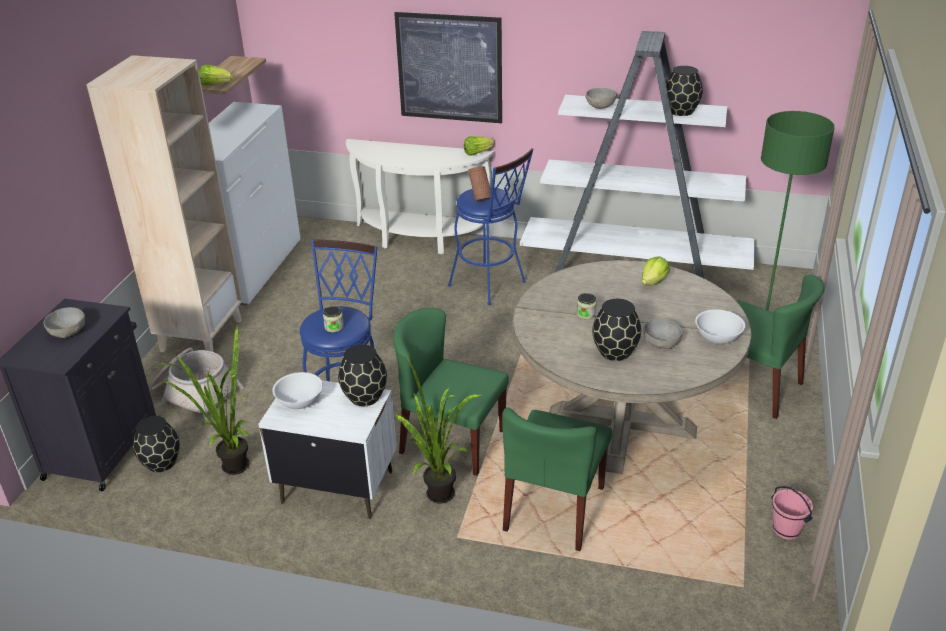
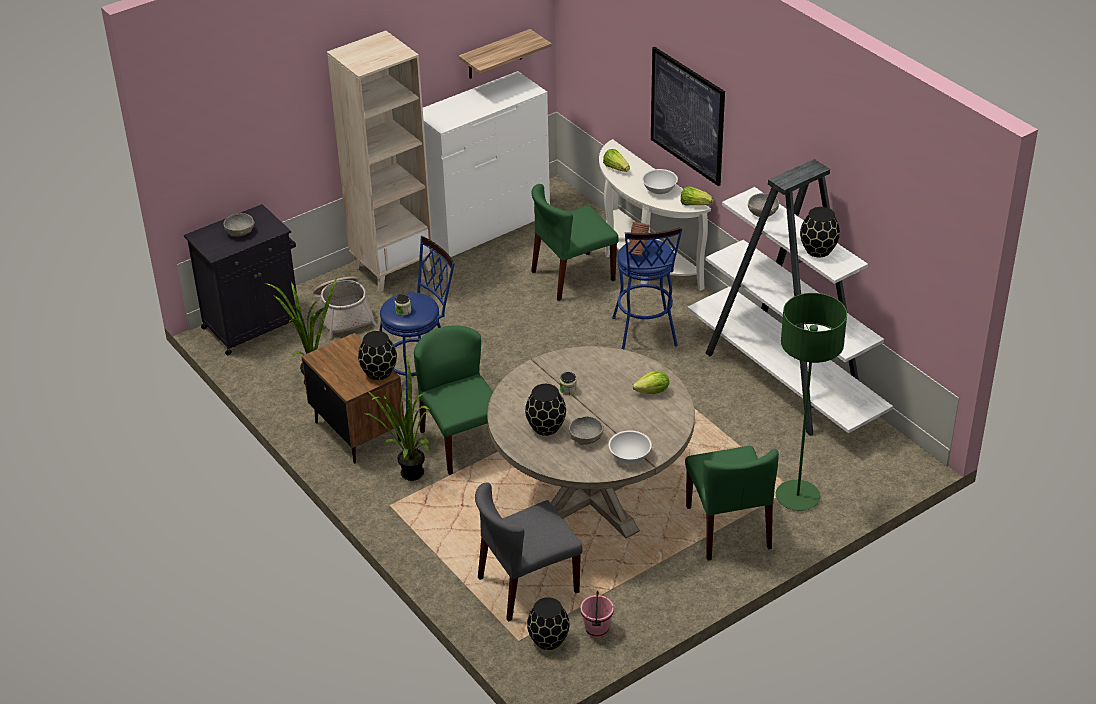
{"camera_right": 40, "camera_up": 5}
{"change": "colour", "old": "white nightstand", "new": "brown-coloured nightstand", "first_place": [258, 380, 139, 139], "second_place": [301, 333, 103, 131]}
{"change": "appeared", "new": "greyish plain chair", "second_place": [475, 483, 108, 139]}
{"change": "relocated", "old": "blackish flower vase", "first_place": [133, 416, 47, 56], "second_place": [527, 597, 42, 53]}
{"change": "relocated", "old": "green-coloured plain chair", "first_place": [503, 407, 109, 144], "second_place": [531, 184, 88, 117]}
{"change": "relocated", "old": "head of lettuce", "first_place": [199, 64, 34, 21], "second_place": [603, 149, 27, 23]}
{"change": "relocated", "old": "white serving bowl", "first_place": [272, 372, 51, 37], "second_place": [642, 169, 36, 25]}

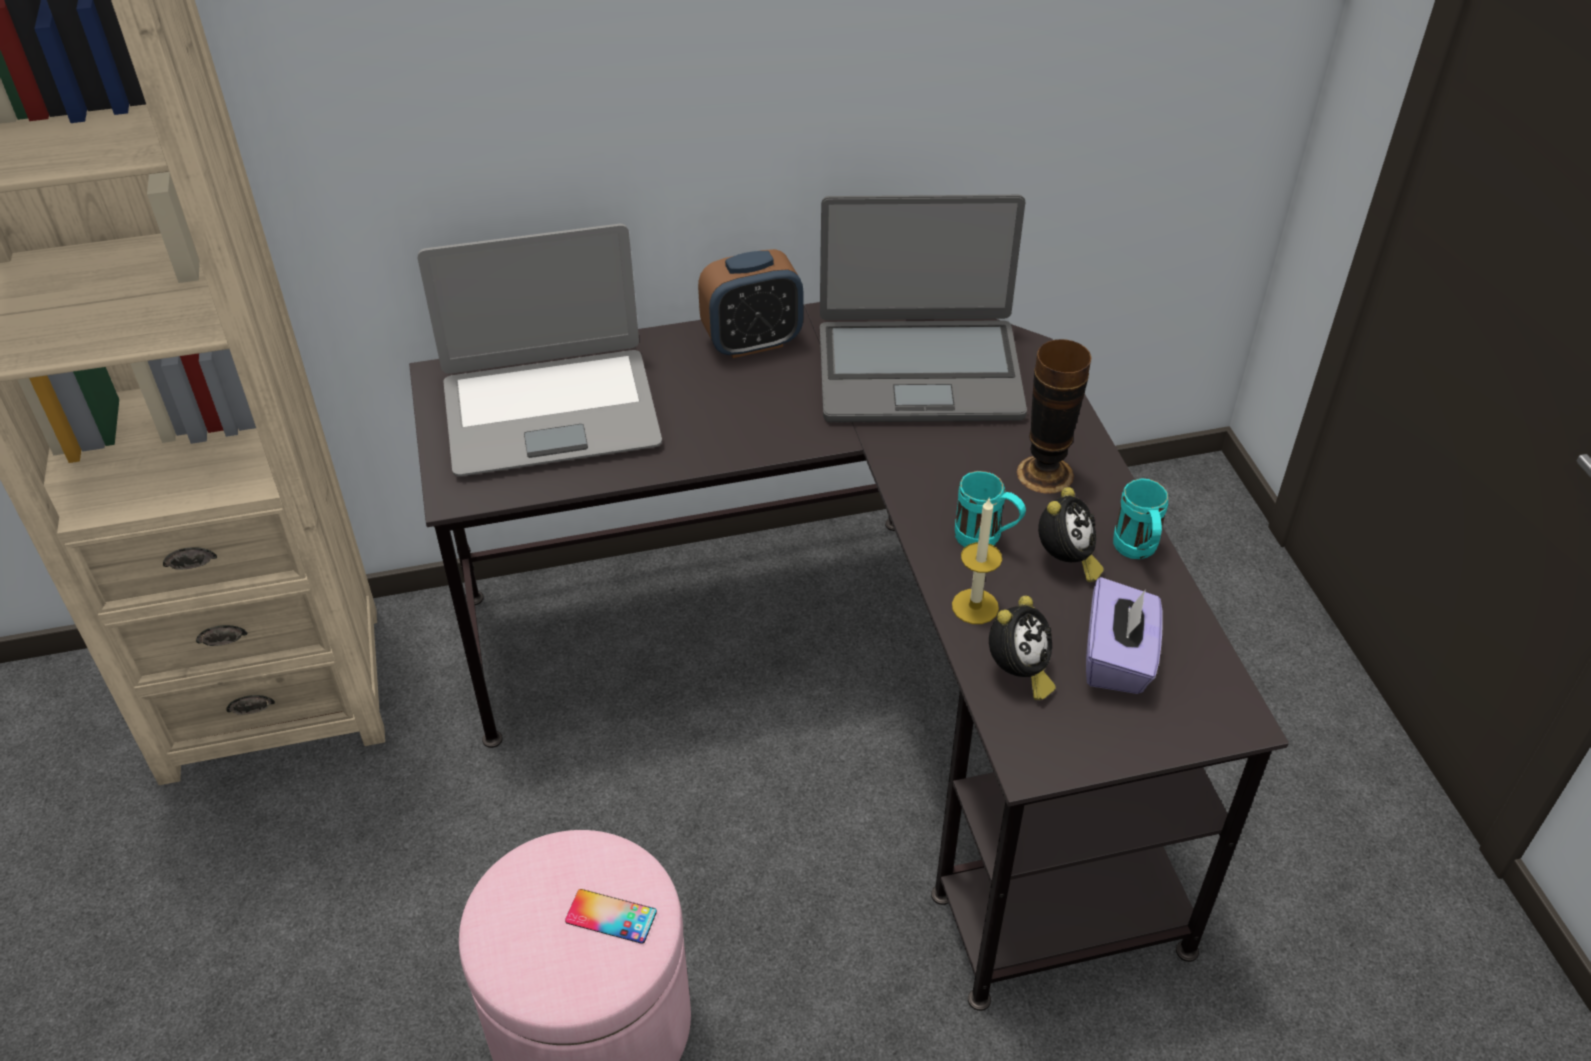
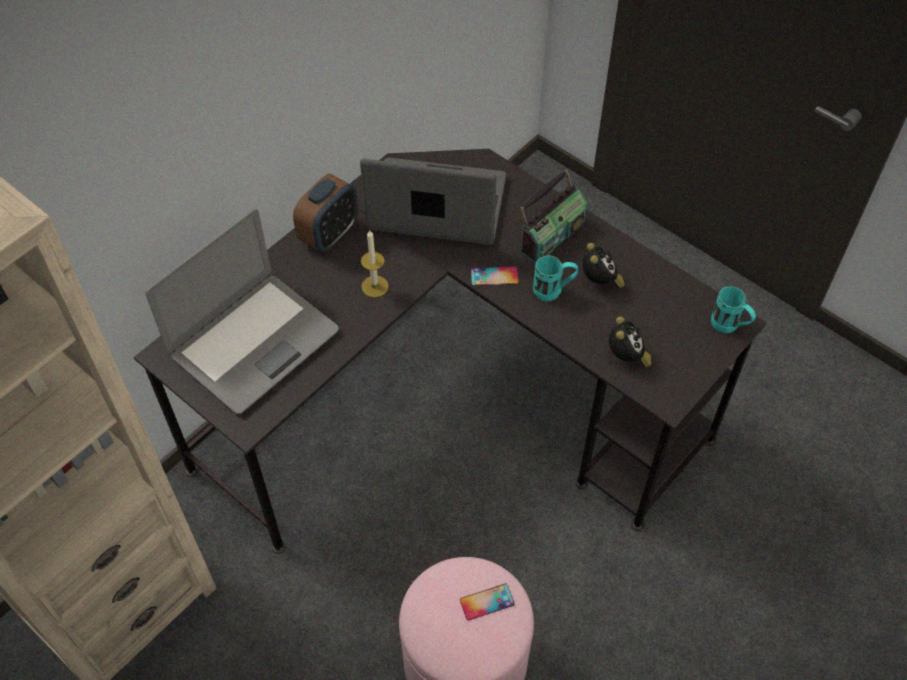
{"camera_right": -35, "camera_up": 10}
{"change": "spun", "old": "portable computer", "first_place": [820, 195, 207, 228], "second_place": [360, 158, 146, 87], "degrees": -135}
{"change": "relocated", "old": "wax candle", "first_place": [952, 499, 50, 125], "second_place": [361, 230, 28, 68]}
{"change": "appeared", "new": "handset", "second_place": [471, 266, 48, 20]}
{"change": "exchanged", "old": "flower vase", "new": "radio set", "first_place": [1017, 339, 74, 155], "second_place": [519, 169, 68, 94]}
{"change": "relocated", "old": "turquoise-coloured coffee mug", "first_place": [1113, 478, 55, 81], "second_place": [711, 286, 45, 47]}
{"change": "missing", "old": "purple-coloured tissue box", "first_place": [1086, 577, 77, 117]}

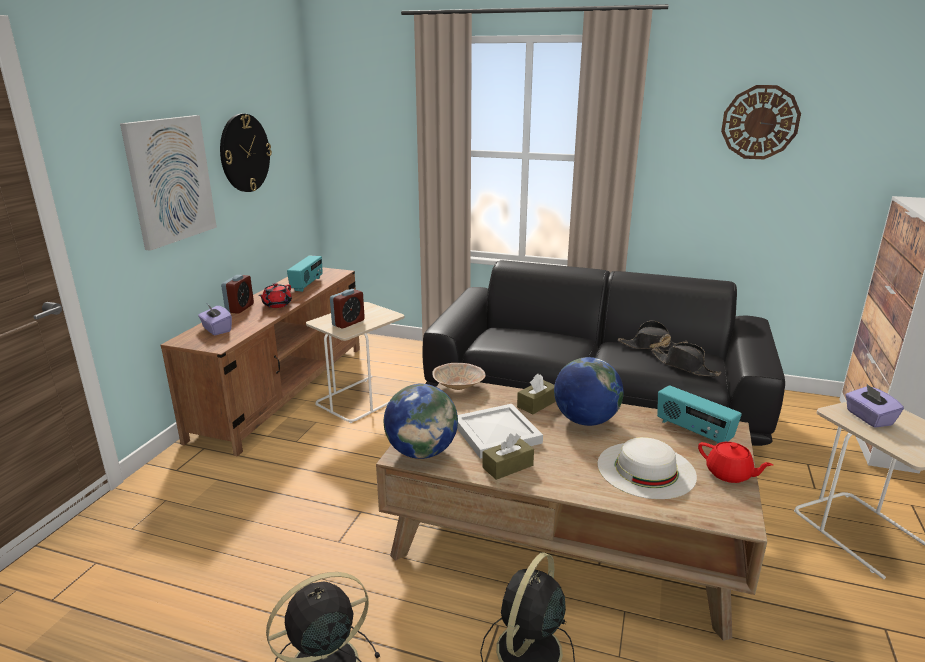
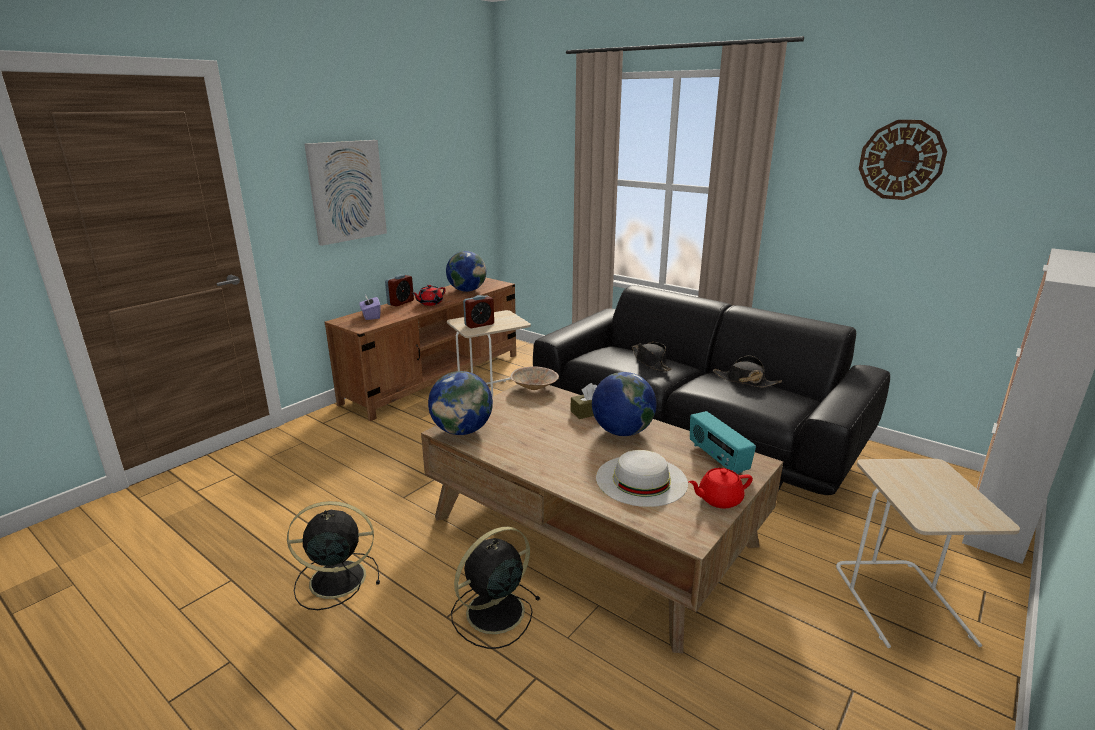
{"camera_right": 20, "camera_up": 0}
{"change": "exchanged", "old": "radio set", "new": "desk globe", "first_place": [287, 256, 36, 36], "second_place": [446, 251, 40, 41]}
{"change": "relocated", "old": "blackish clothing hat", "first_place": [651, 342, 70, 35], "second_place": [632, 342, 39, 29]}
{"change": "spun", "old": "red-coloured teapot", "first_place": [698, 442, 75, 41], "second_place": [688, 468, 65, 41], "degrees": 105}
{"change": "missing", "old": "hanging clock", "first_place": [220, 114, 52, 78]}
{"change": "missing", "old": "white carrying tray", "first_place": [457, 404, 86, 55]}
{"change": "missing", "old": "brown-coloured tissue box", "first_place": [482, 434, 52, 46]}
{"change": "missing", "old": "purple-coloured tissue box", "first_place": [845, 383, 59, 45]}

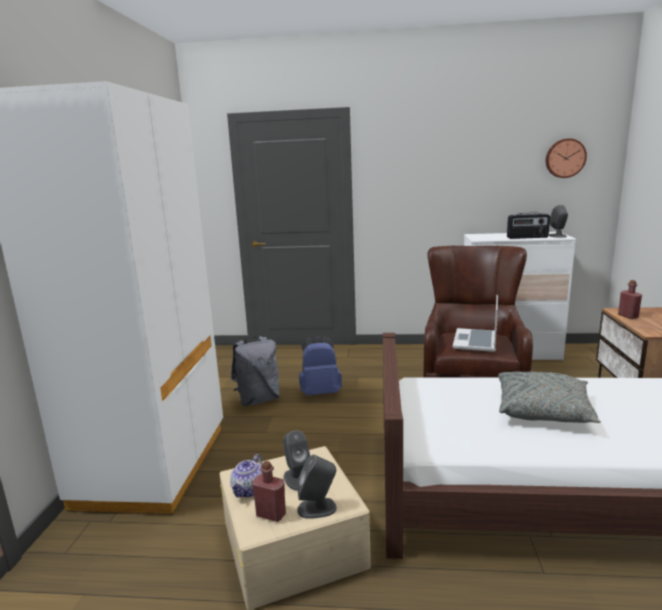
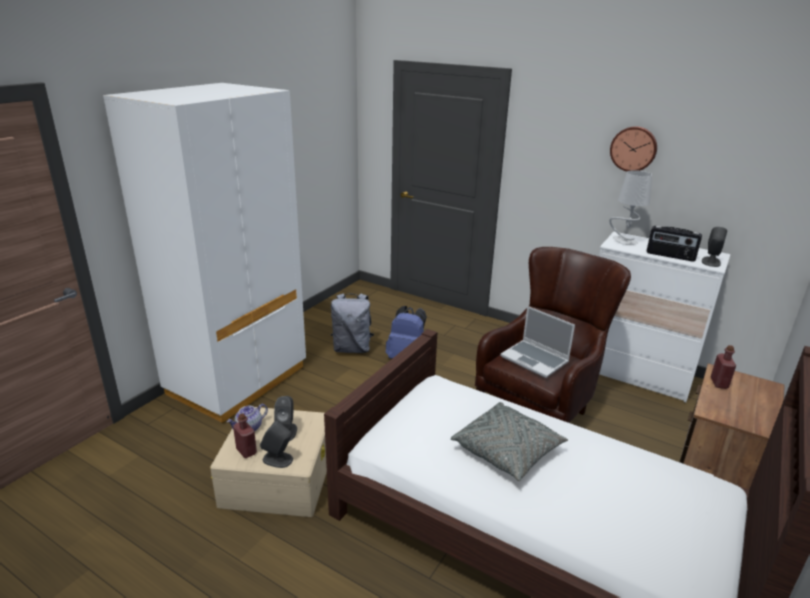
{"camera_right": 25, "camera_up": 10}
{"change": "spun", "old": "portable computer", "first_place": [453, 295, 45, 57], "second_place": [500, 306, 75, 72], "degrees": -90}
{"change": "appeared", "new": "greyish tabletop lamp", "second_place": [609, 170, 43, 75]}
{"change": "relocated", "old": "hanging clock", "first_place": [546, 138, 41, 40], "second_place": [610, 126, 47, 46]}

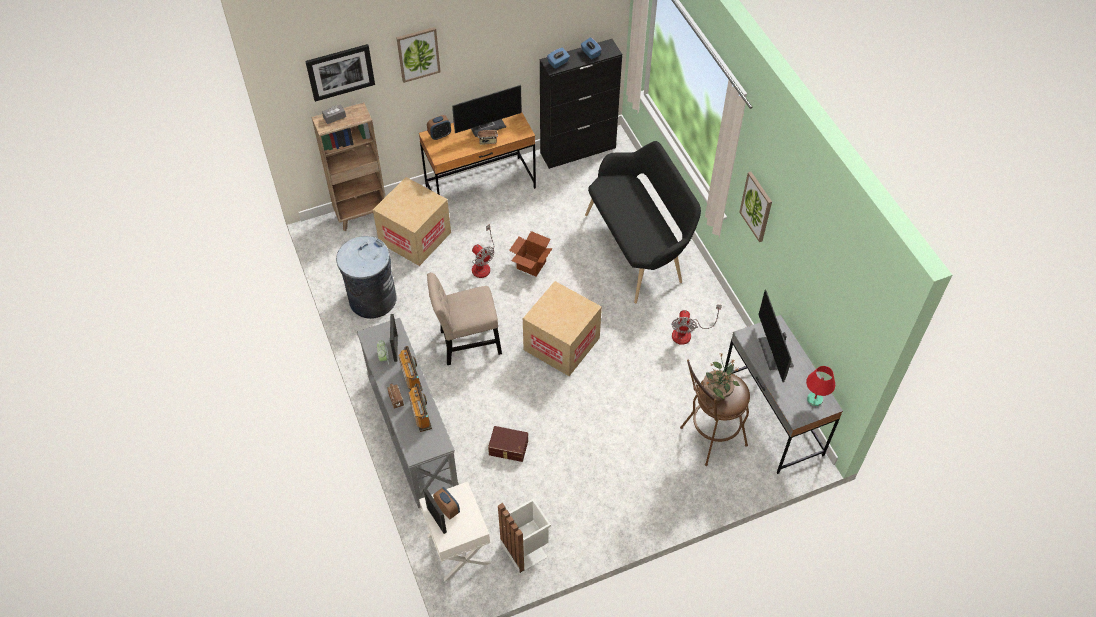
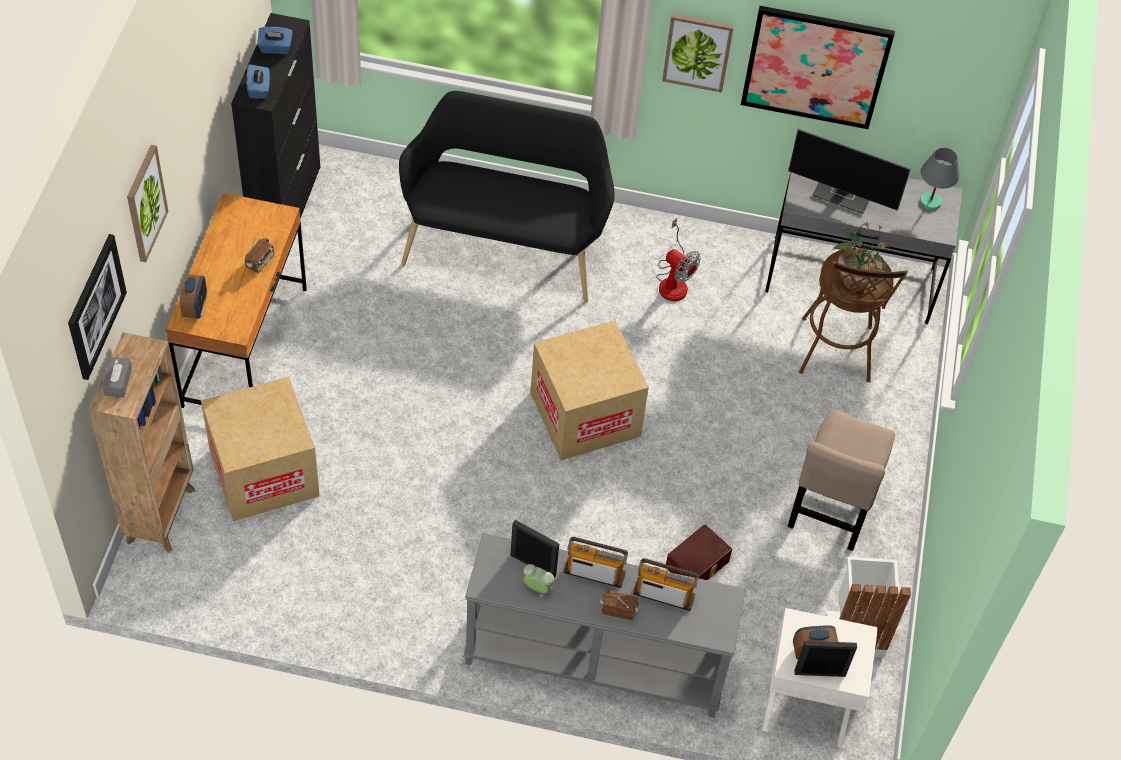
{"camera_right": -60, "camera_up": 0}
{"change": "appeared", "new": "picture", "second_place": [741, 6, 154, 123]}
{"change": "relocated", "old": "beige-coloured plain chair", "first_place": [427, 272, 75, 93], "second_place": [787, 409, 108, 142]}
{"change": "colour", "old": "red-coloured tabletop lamp", "new": "greyish tabletop lamp", "first_place": [806, 366, 29, 40], "second_place": [920, 148, 39, 62]}
{"change": "missing", "old": "greyish rubbish bin", "first_place": [336, 236, 61, 83]}
{"change": "missing", "old": "computer display", "first_place": [452, 85, 70, 52]}
{"change": "missing", "old": "electric fan", "first_place": [472, 224, 22, 54]}
{"change": "missing", "old": "packing box", "first_place": [509, 231, 44, 45]}

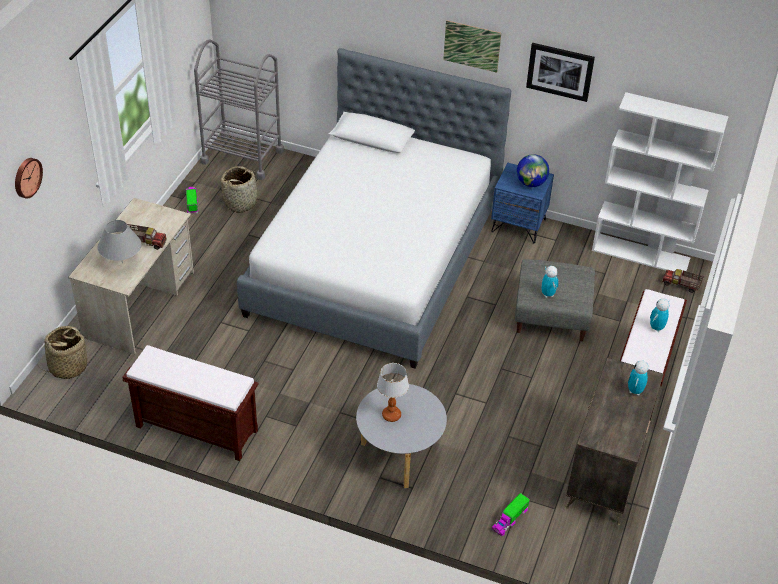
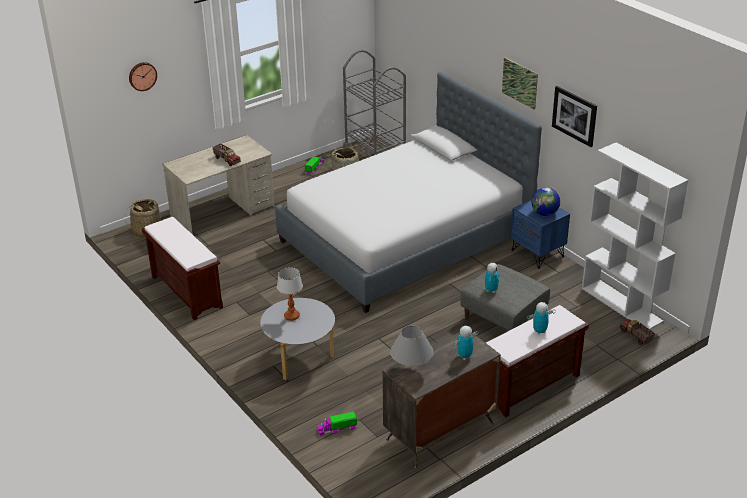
{"camera_right": 35, "camera_up": -10}
{"change": "relocated", "old": "greyish tabletop lamp", "first_place": [97, 220, 44, 43], "second_place": [390, 326, 43, 44]}

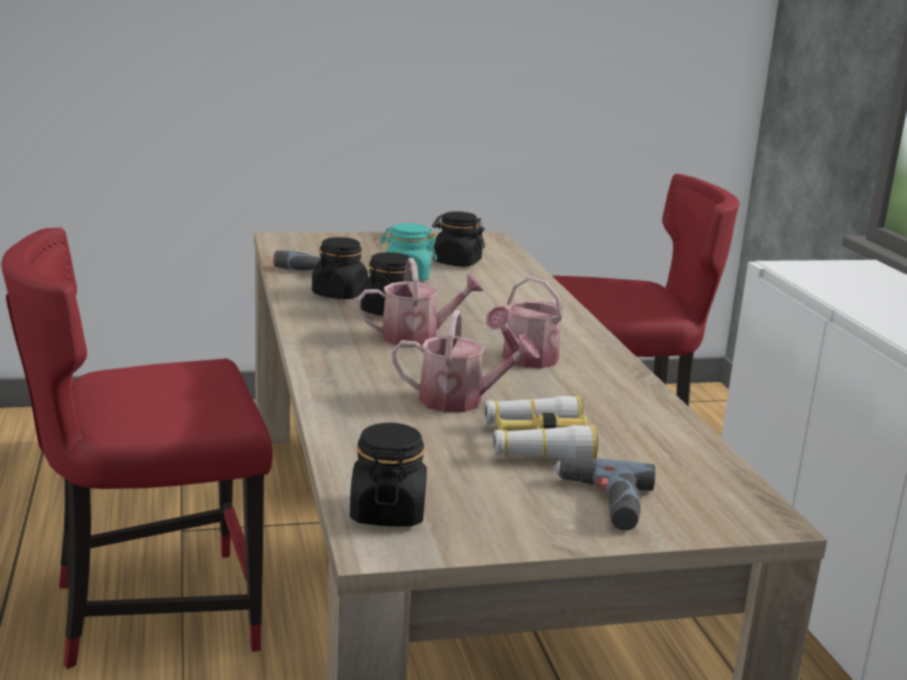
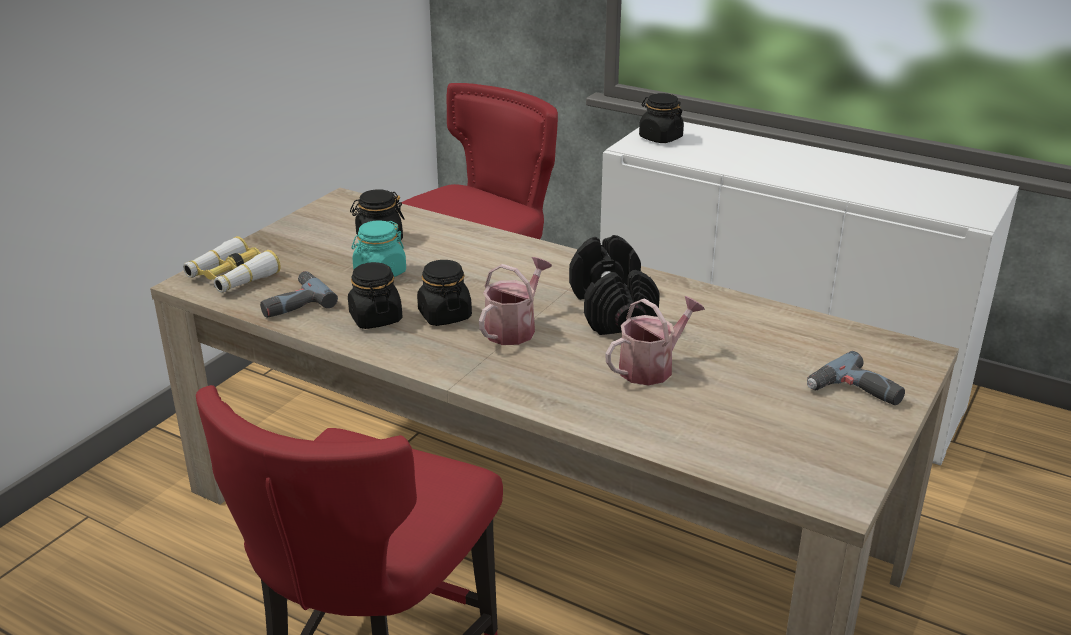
{"camera_right": -45, "camera_up": 10}
{"change": "relocated", "old": "field glasses", "first_place": [484, 396, 114, 63], "second_place": [183, 236, 98, 57]}
{"change": "exchanged", "old": "watering can", "new": "blackish free weight", "first_place": [486, 277, 77, 91], "second_place": [569, 235, 91, 100]}
{"change": "relocated", "old": "blackish jar", "first_place": [350, 423, 77, 103], "second_place": [639, 93, 45, 50]}

